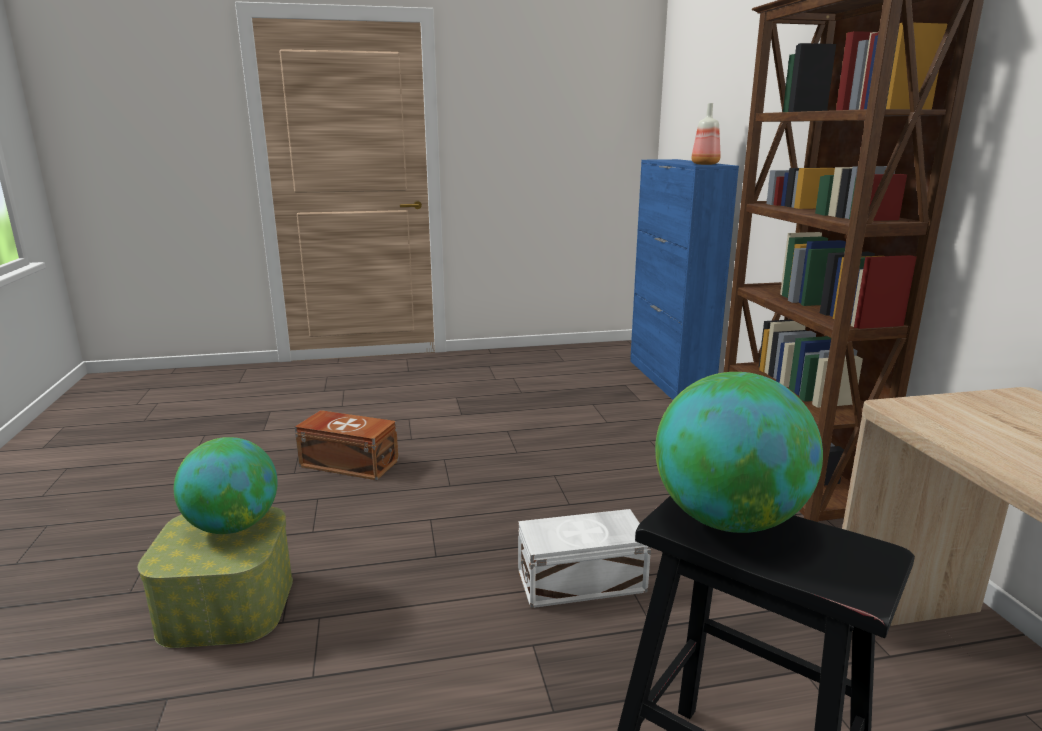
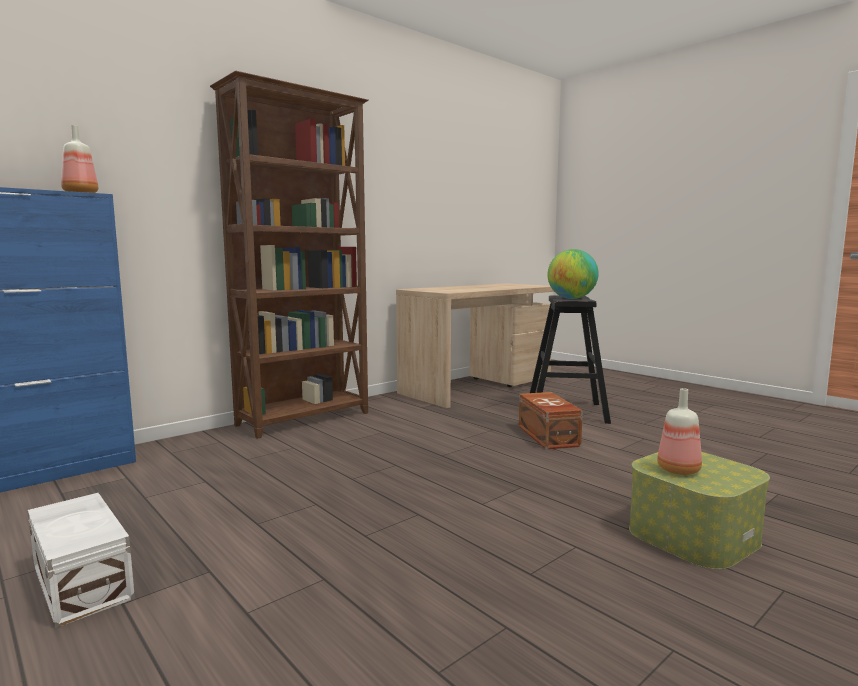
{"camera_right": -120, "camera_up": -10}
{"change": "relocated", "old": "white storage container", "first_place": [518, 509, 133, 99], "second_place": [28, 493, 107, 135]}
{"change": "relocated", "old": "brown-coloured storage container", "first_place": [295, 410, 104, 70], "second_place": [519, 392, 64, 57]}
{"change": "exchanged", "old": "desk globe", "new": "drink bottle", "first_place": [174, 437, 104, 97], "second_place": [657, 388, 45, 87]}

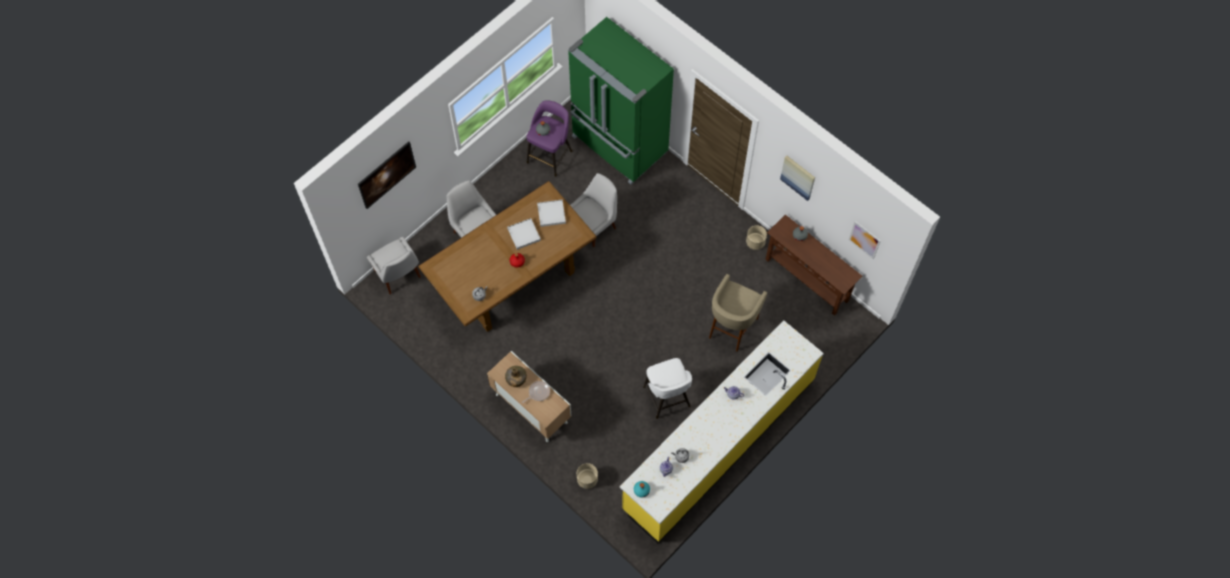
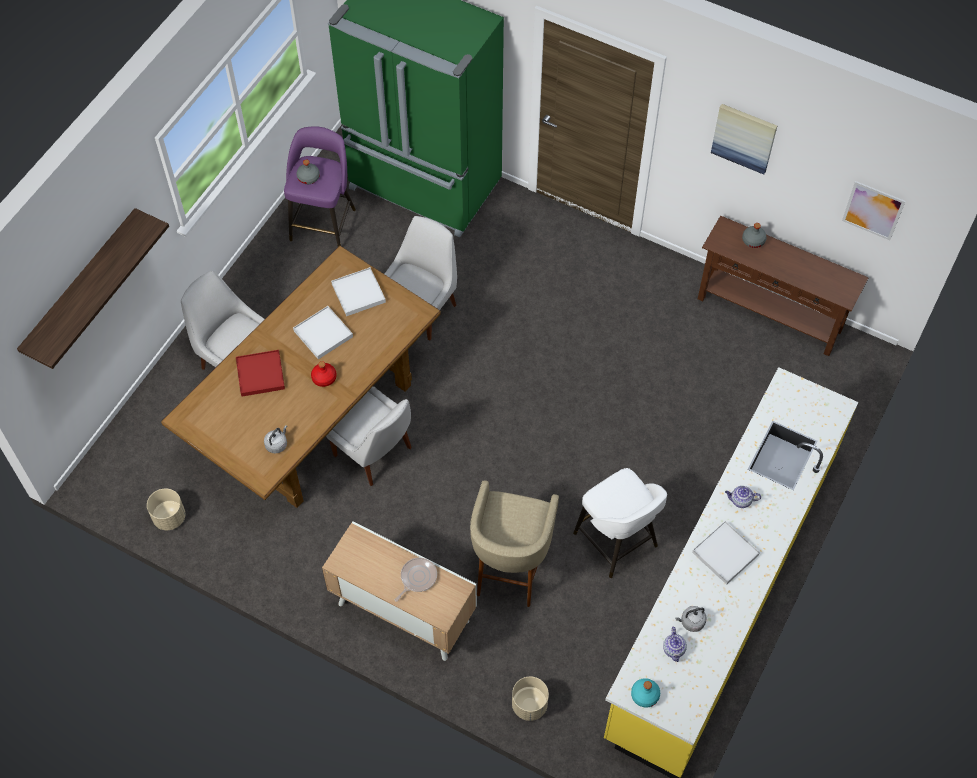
{"camera_right": -15, "camera_up": -5}
{"change": "exchanged", "old": "picture", "new": "wall shelf", "first_place": [358, 141, 58, 68], "second_place": [17, 208, 152, 161]}
{"change": "relocated", "old": "beige-coloured flower pot", "first_place": [746, 226, 21, 24], "second_place": [147, 488, 38, 42]}
{"change": "appeared", "new": "red-coloured carrying tray", "second_place": [236, 350, 49, 47]}
{"change": "relocated", "old": "white plain chair", "first_place": [367, 237, 54, 57], "second_place": [326, 386, 85, 100]}
{"change": "relocated", "old": "beige-coloured sitting stool", "first_place": [709, 274, 58, 77], "second_place": [470, 480, 89, 127]}
{"change": "appeared", "new": "white carrying tray", "second_place": [692, 521, 68, 64]}
{"change": "missing", "old": "green-coloured drink bottle", "first_place": [505, 366, 22, 21]}

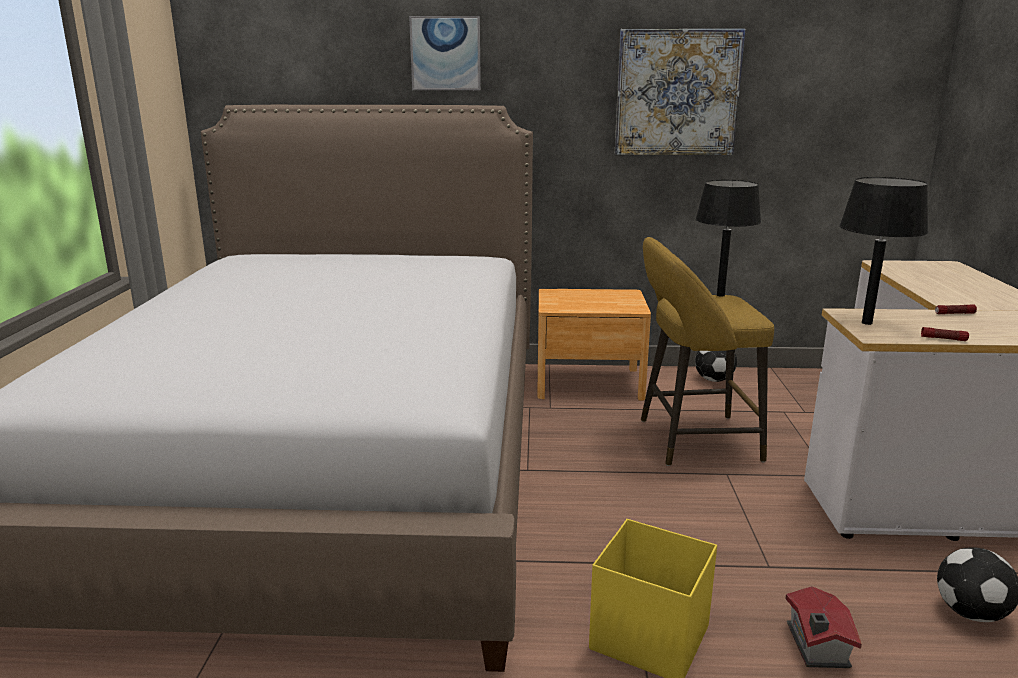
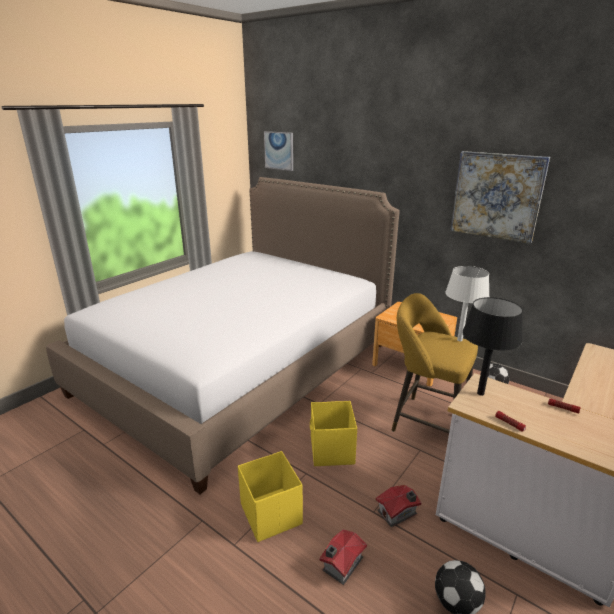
{"camera_right": 35, "camera_up": 5}
{"change": "relocated", "old": "picture", "first_place": [409, 16, 72, 74], "second_place": [264, 131, 29, 40]}
{"change": "appeared", "new": "yellow storage container", "second_place": [310, 401, 47, 65]}
{"change": "appeared", "new": "model house", "second_place": [375, 485, 46, 42]}
{"change": "colour", "old": "blackish tabletop lamp", "new": "white tabletop lamp", "first_place": [696, 180, 65, 117], "second_place": [445, 266, 44, 75]}

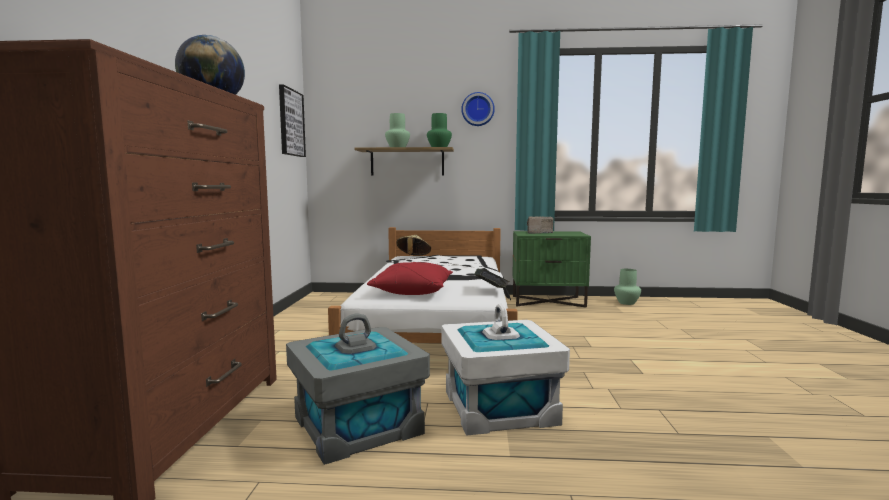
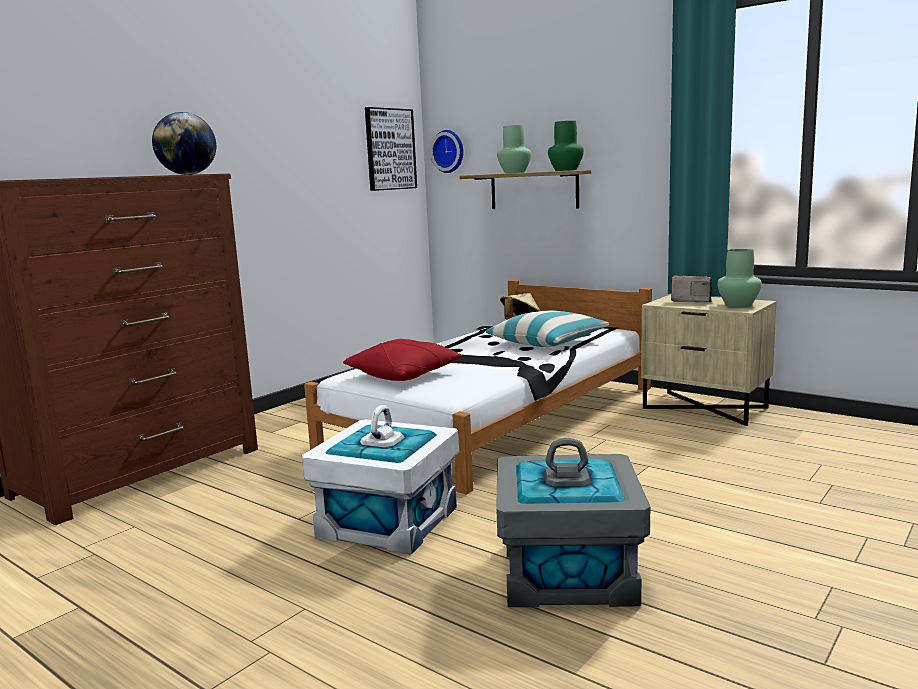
{"camera_right": 35, "camera_up": 5}
{"change": "relocated", "old": "hanging clock", "first_place": [461, 92, 34, 34], "second_place": [430, 130, 34, 43]}
{"change": "appeared", "new": "cushion", "second_place": [486, 311, 123, 36]}
{"change": "relocated", "old": "greyish storage container", "first_place": [286, 314, 144, 151], "second_place": [496, 438, 154, 169]}
{"change": "colour", "old": "green-coloured nightstand", "new": "beige-coloured nightstand", "first_place": [512, 231, 79, 77], "second_place": [641, 294, 135, 132]}
{"change": "relocated", "old": "green-coloured flower vase", "first_place": [614, 269, 27, 36], "second_place": [717, 249, 45, 58]}
{"change": "missing", "old": "volume", "first_place": [474, 269, 35, 20]}

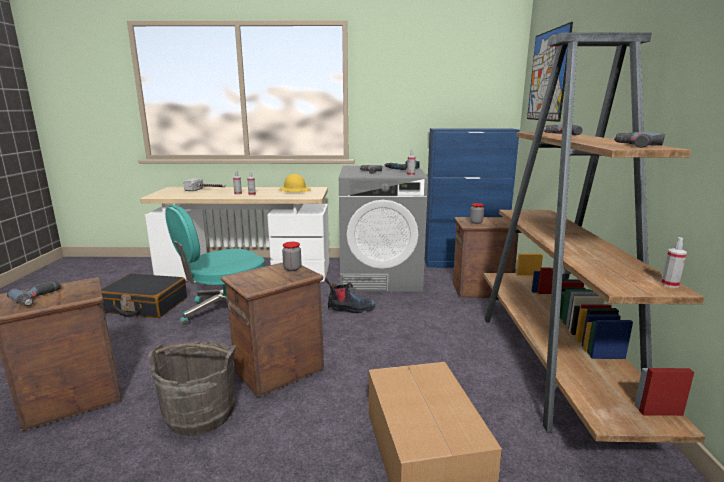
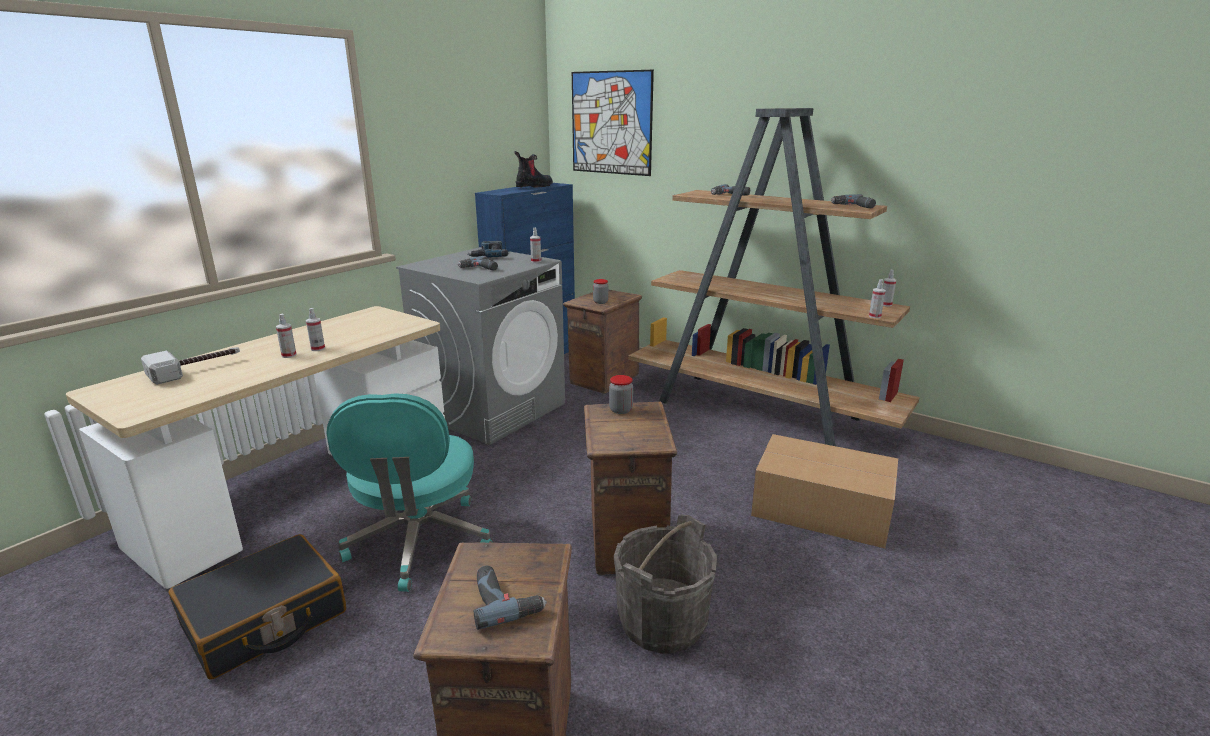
{"camera_right": -55, "camera_up": 5}
{"change": "relocated", "old": "high-top boot", "first_place": [325, 279, 50, 34], "second_place": [514, 151, 39, 37]}
{"change": "appeared", "new": "sprayer", "second_place": [869, 279, 17, 39]}
{"change": "missing", "old": "yellow safety helmet", "first_place": [279, 174, 32, 18]}

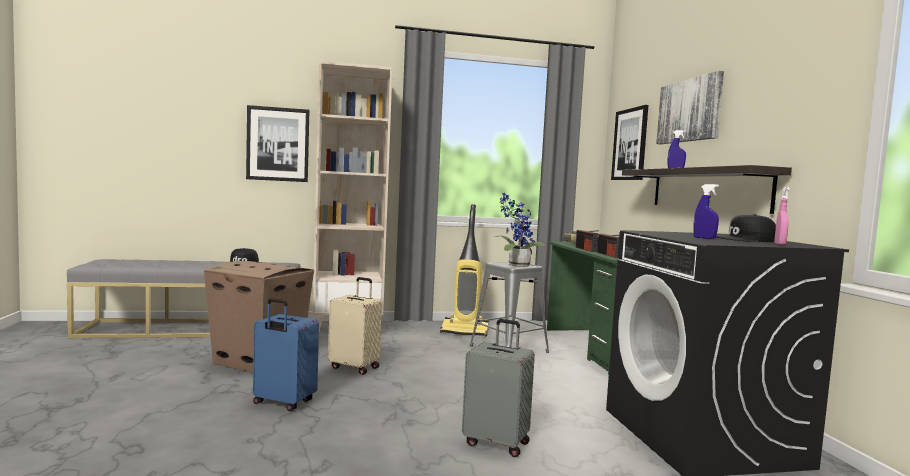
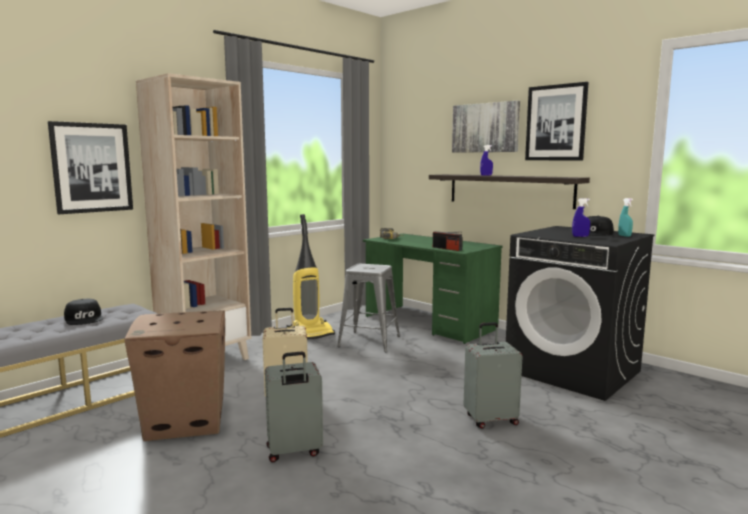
{"camera_right": -35, "camera_up": 5}
{"change": "colour", "old": "bluish suitcase", "new": "greyish suitcase", "first_place": [253, 298, 66, 113], "second_place": [265, 351, 58, 111]}
{"change": "relocated", "old": "picture", "first_place": [611, 105, 37, 75], "second_place": [525, 82, 63, 78]}
{"change": "colour", "old": "pink sprayer", "new": "turquoise-coloured sprayer", "first_place": [774, 187, 15, 58], "second_place": [618, 198, 15, 39]}
{"change": "missing", "old": "potted plant", "first_place": [495, 193, 50, 74]}
{"change": "missing", "old": "radio set", "first_place": [576, 230, 23, 22]}

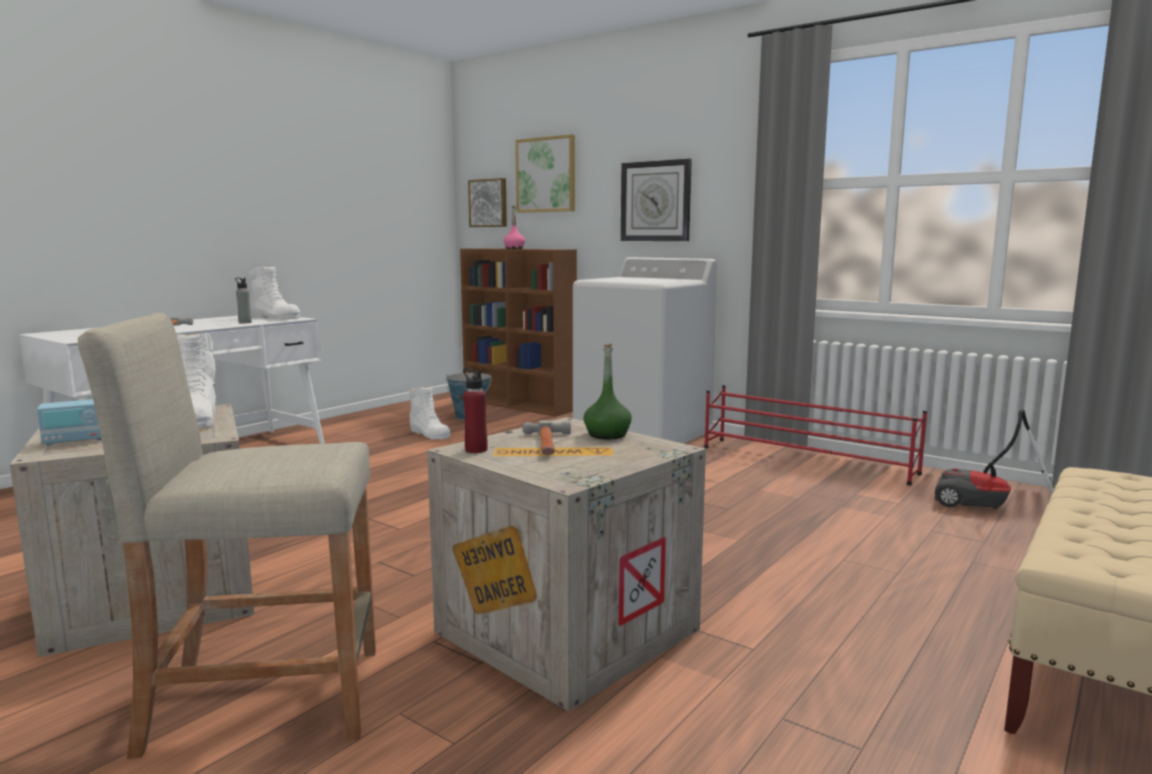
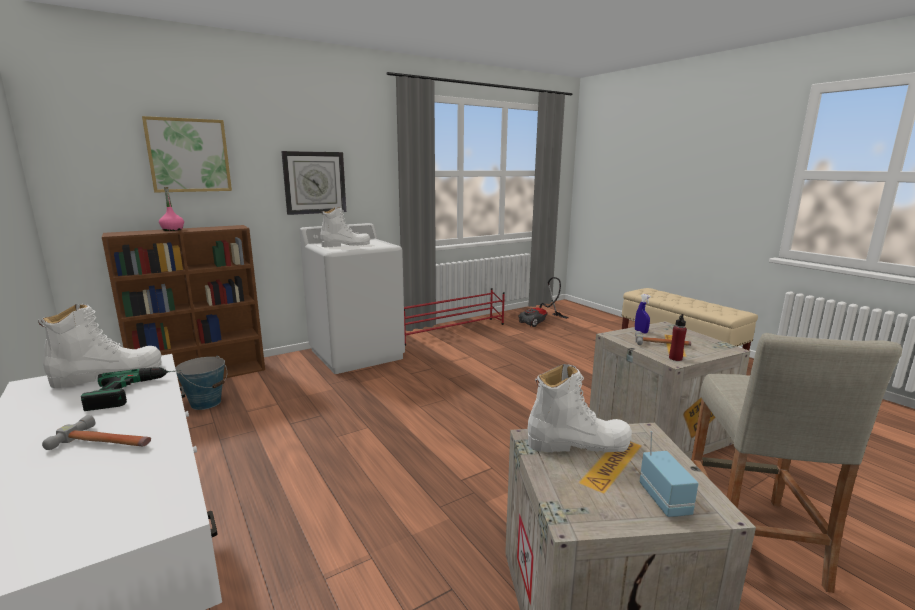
{"camera_right": -70, "camera_up": 5}
{"change": "exchanged", "old": "greyish drink bottle", "new": "power drill", "first_place": [235, 278, 17, 45], "second_place": [81, 367, 101, 44]}
{"change": "relocated", "old": "white high-top boot", "first_place": [409, 385, 42, 55], "second_place": [320, 207, 50, 40]}
{"change": "exchanged", "old": "green-coloured drink bottle", "new": "bluish sprayer", "first_place": [583, 344, 49, 95], "second_place": [635, 294, 16, 39]}
{"change": "missing", "old": "picture", "first_place": [468, 178, 39, 49]}

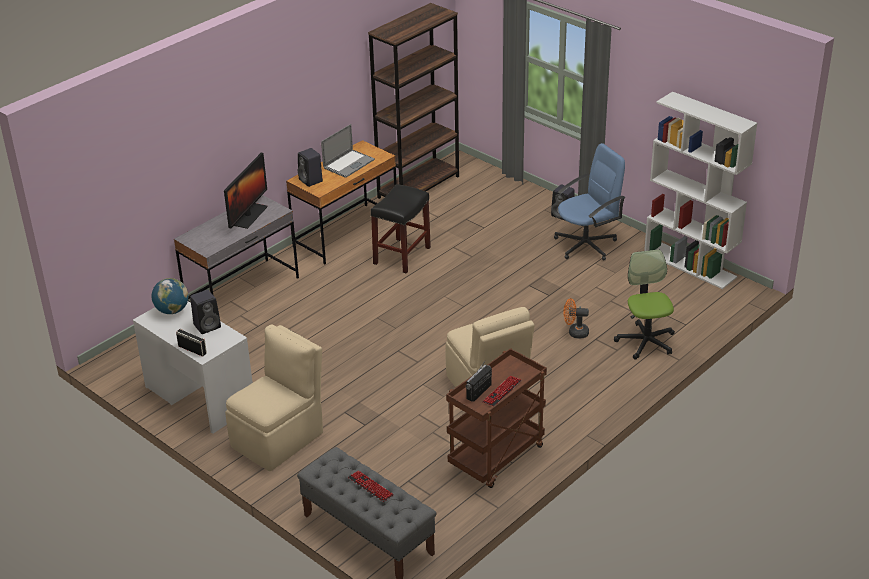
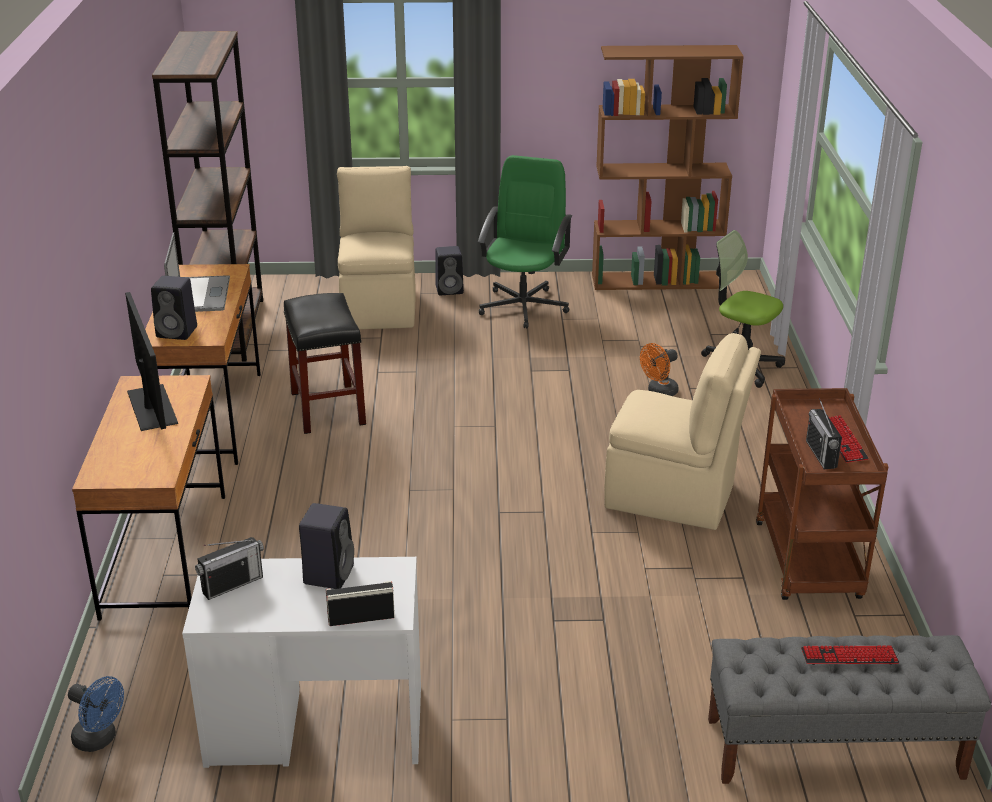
{"camera_right": -45, "camera_up": -5}
{"change": "appeared", "new": "bluish electric fan", "second_place": [68, 676, 56, 76]}
{"change": "colour", "old": "greyish desk table", "new": "brown-coloured desk table", "first_place": [174, 195, 125, 108], "second_place": [72, 375, 153, 246]}
{"change": "exchanged", "old": "desk globe", "new": "radio set", "first_place": [152, 278, 36, 36], "second_place": [195, 537, 69, 63]}
{"change": "relocated", "old": "beige-coloured plain chair", "first_place": [225, 325, 98, 146], "second_place": [337, 166, 78, 163]}
{"change": "colour", "old": "bluish office chair", "new": "green-coloured office chair", "first_place": [554, 143, 71, 118], "second_place": [478, 155, 94, 173]}
{"change": "colour", "old": "white bookshelf", "new": "brown-coloured bookshelf", "first_place": [644, 92, 113, 197], "second_place": [592, 45, 152, 245]}

